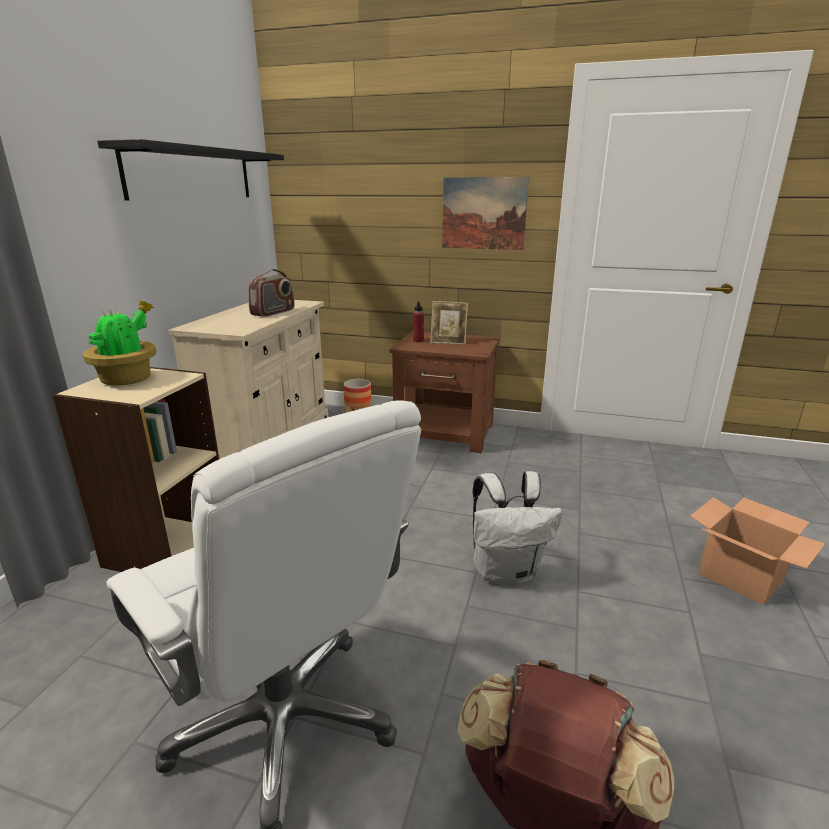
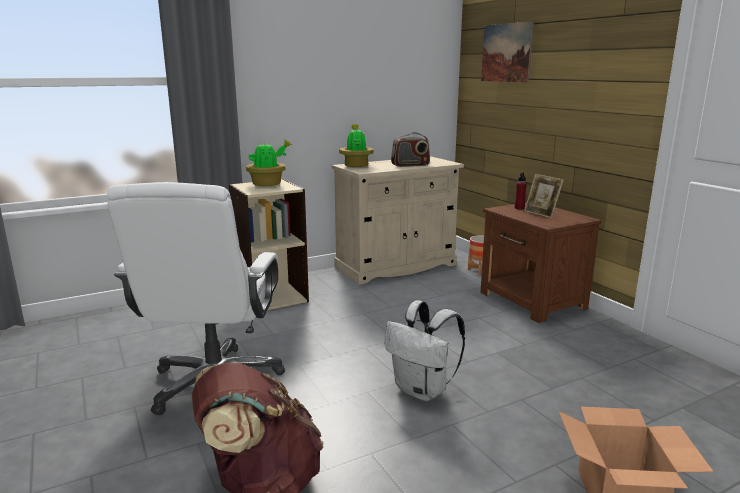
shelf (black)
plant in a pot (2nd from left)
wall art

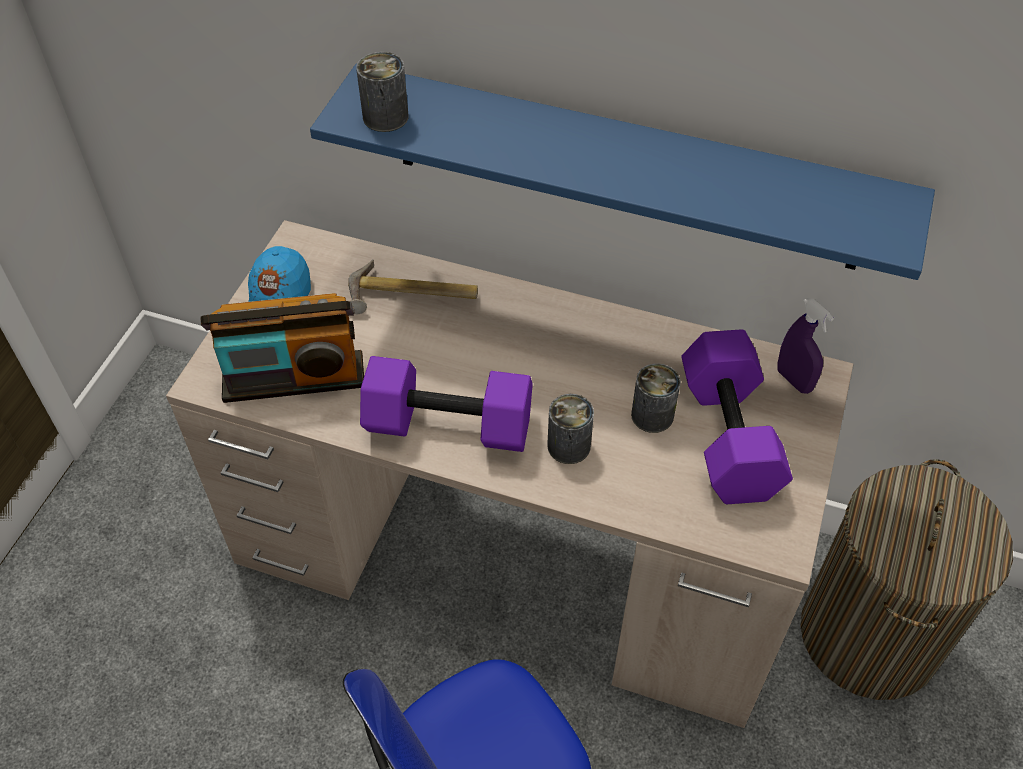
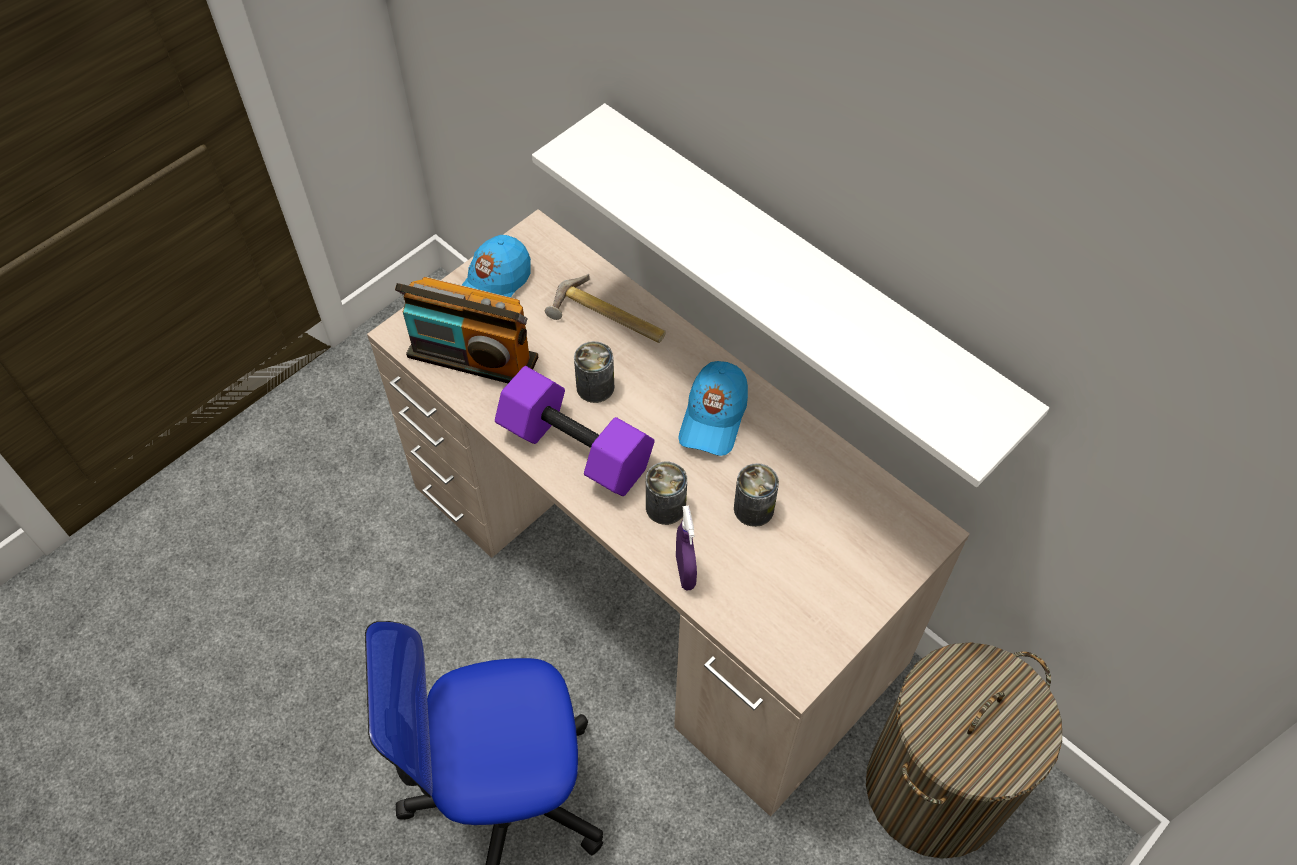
hand weight (purple-coloured) (2nd from left in the first image)
cap (blue-coloured) (2nd from left)
metal can (1st from left)
sprayer (purple-coloured)
shelf (white)

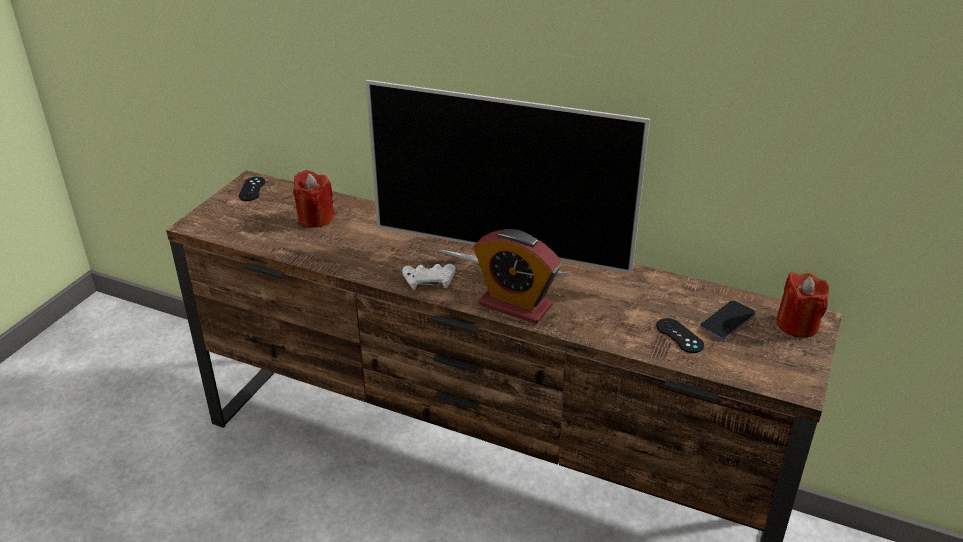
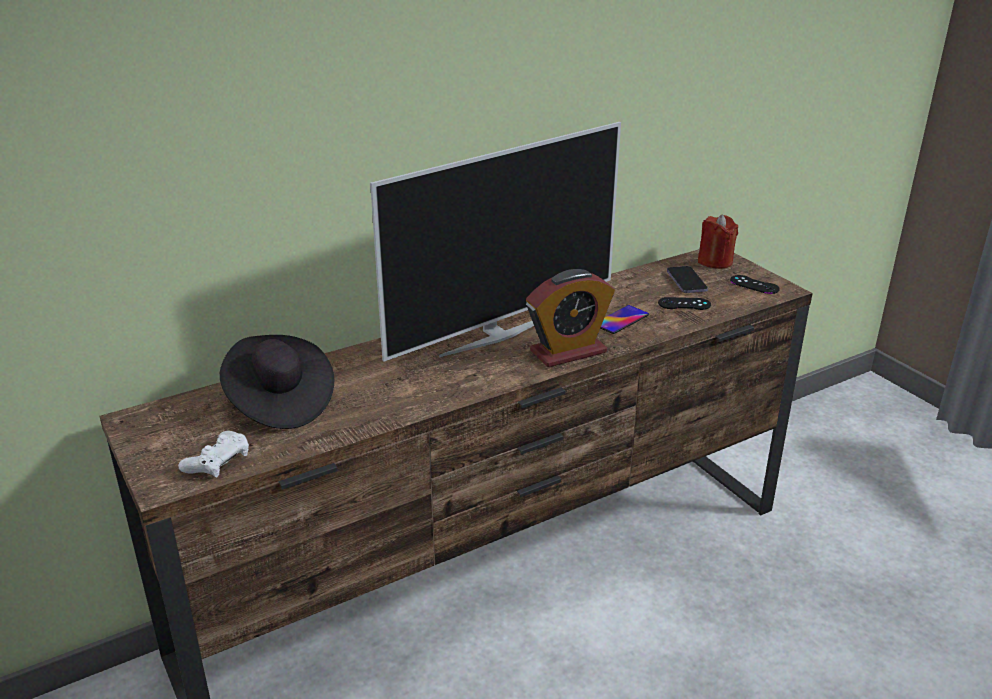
phone (1st from left)
joypad (black) (2nd from left)
joypad (white)
hat (black)

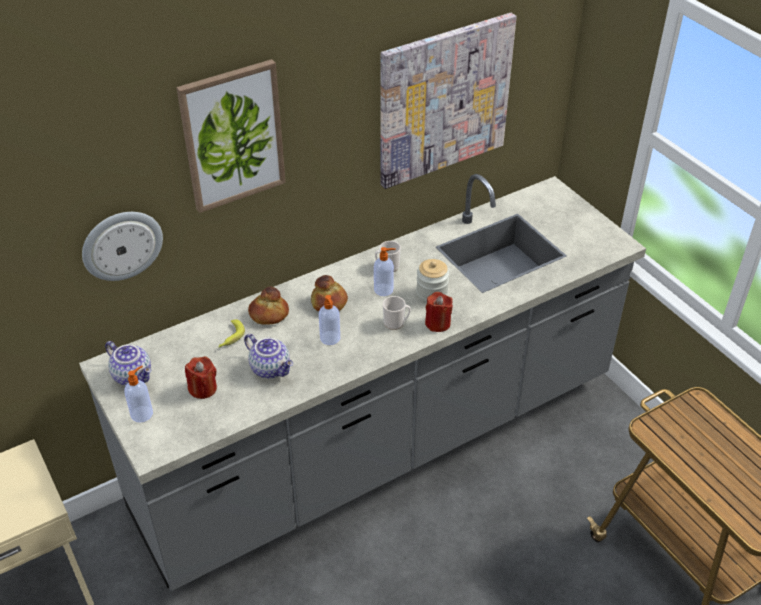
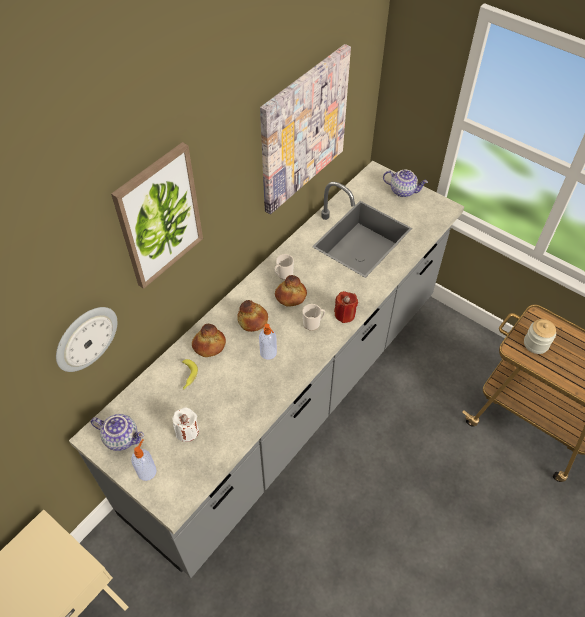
teapot (2nd from left)
storage jar
baked bread (3rd from left)
wax light (white)

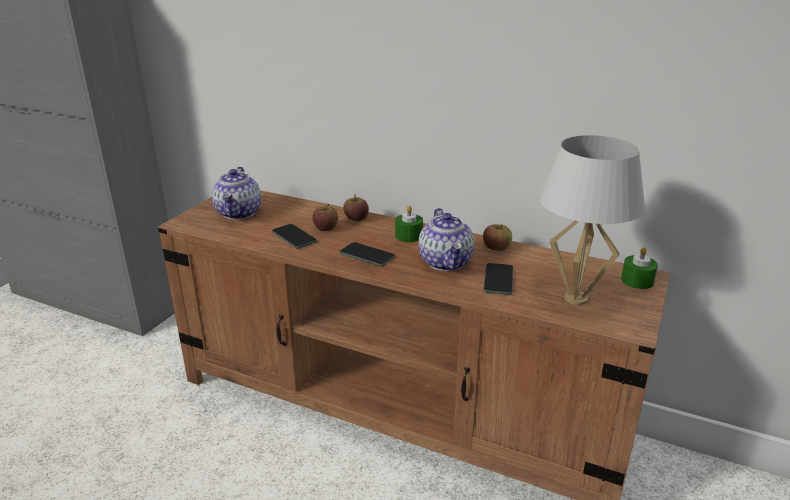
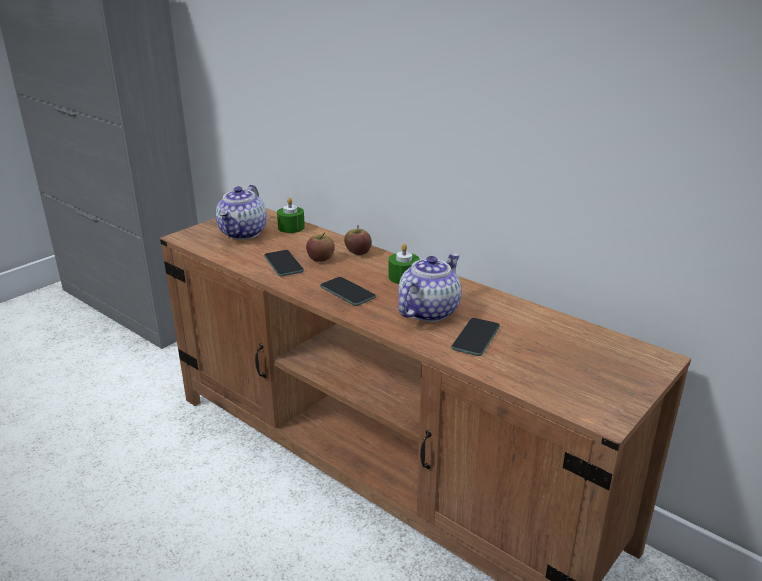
whole apple (3rd from left in the first image)
tabletop lamp (white)
wax light (green) (1st from left)
teapot (2nd from left)

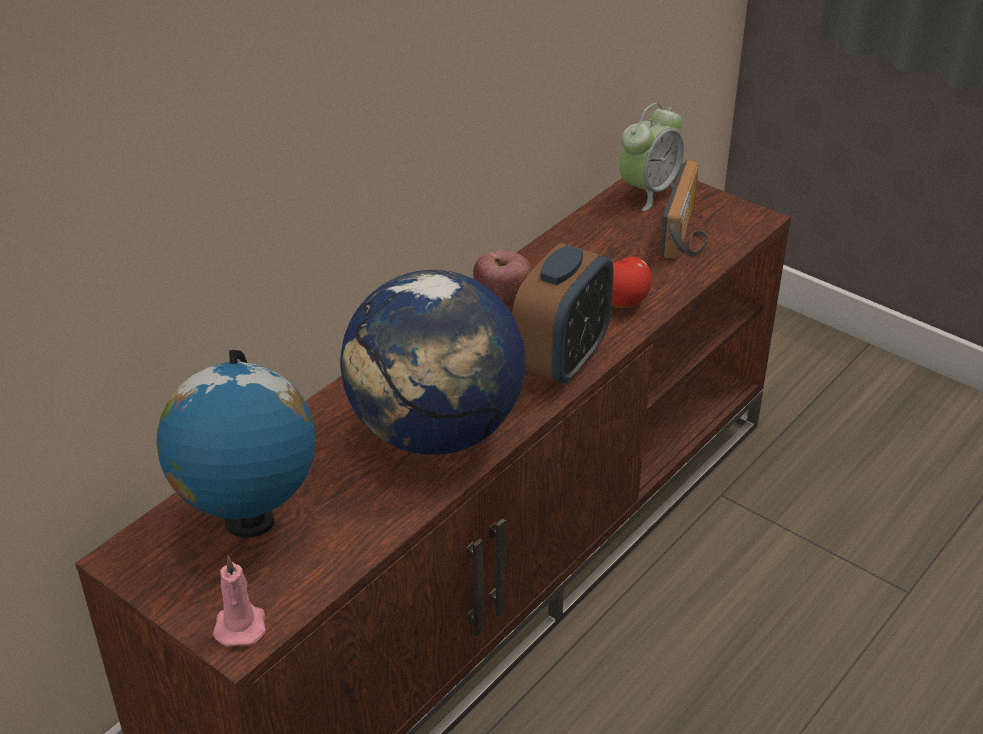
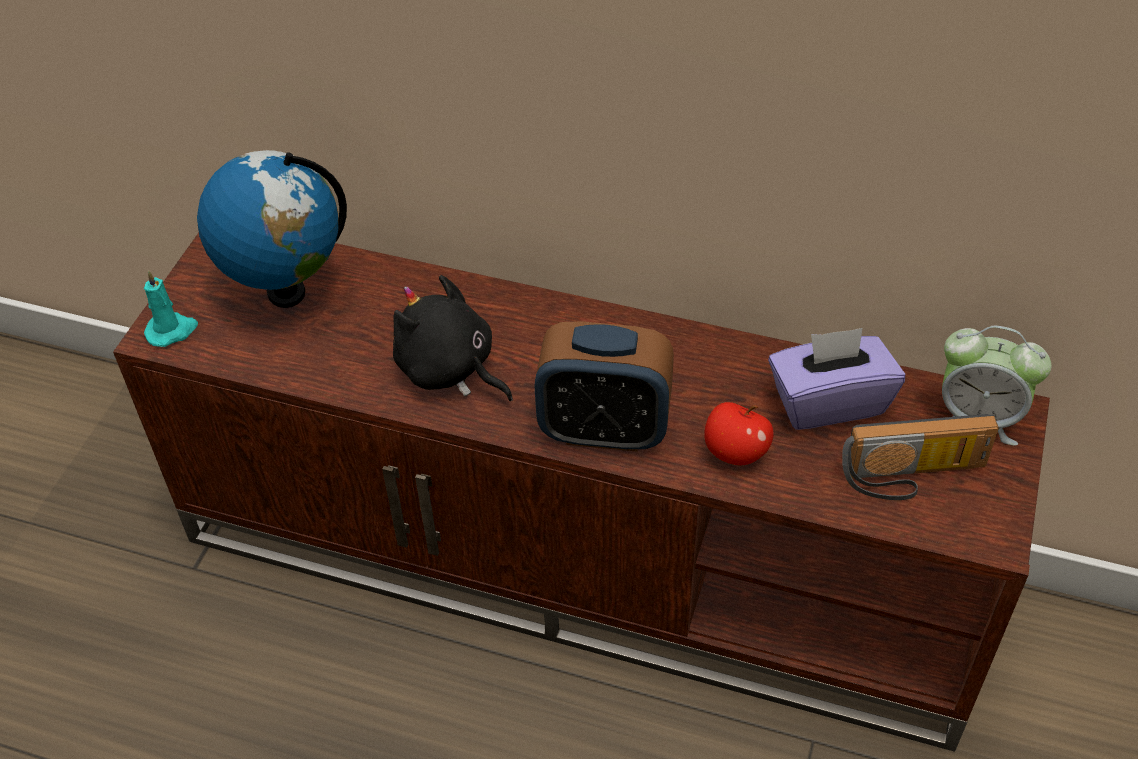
whole apple (1st from left in the first image)
tissue holder (purple-coloured)
soft toy (black)
wax light (blue-green)

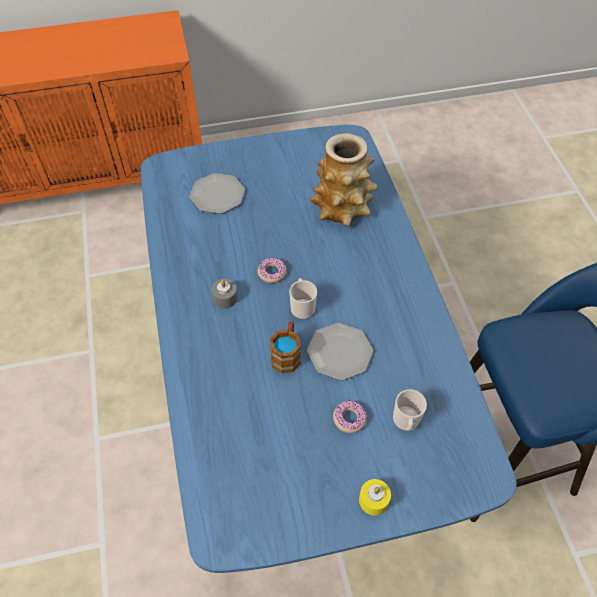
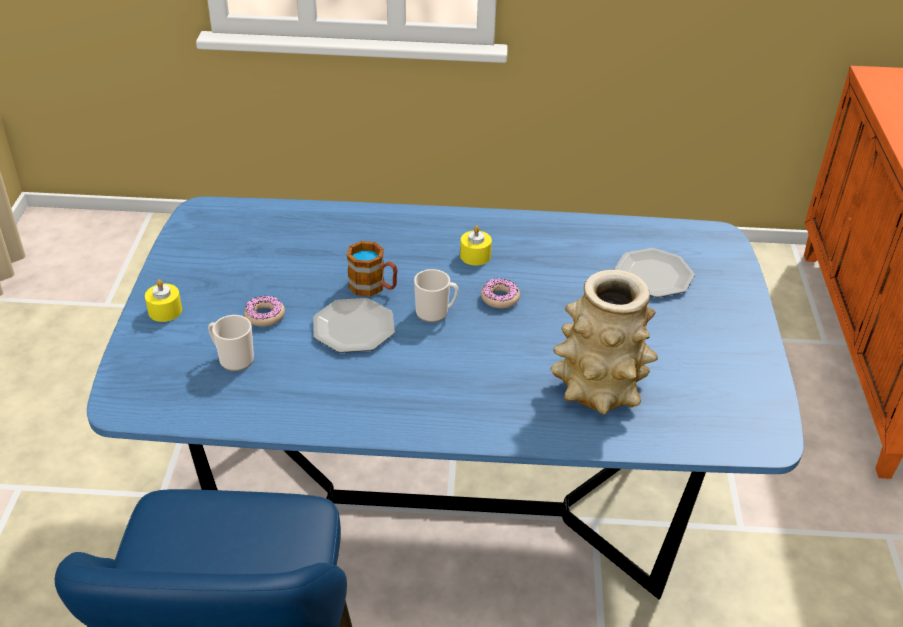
wax light (yellow-coloured) (2nd from left)

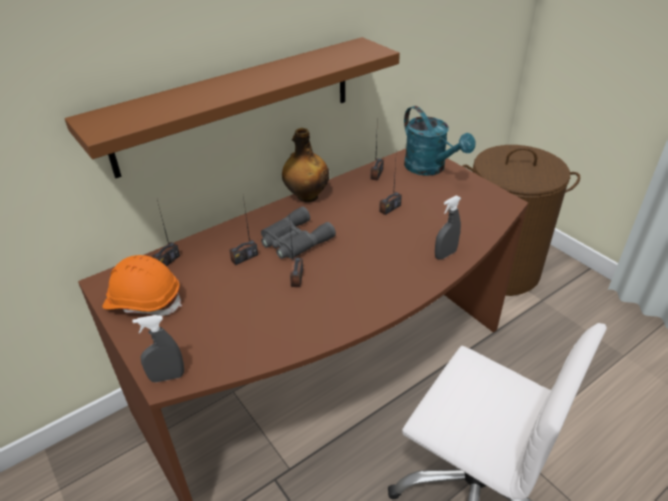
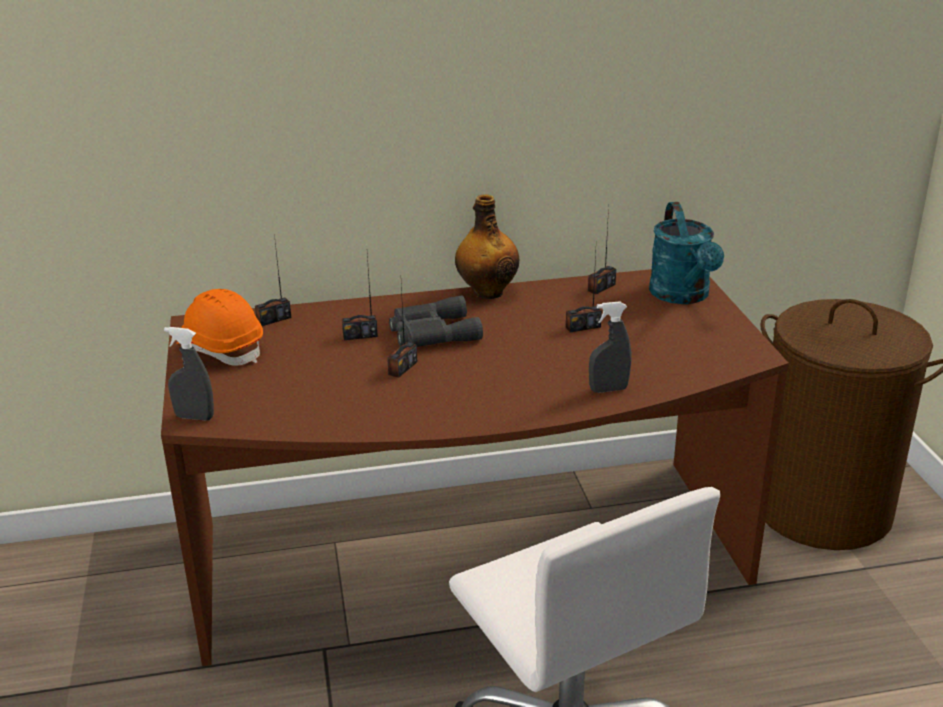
shelf (brown-coloured)

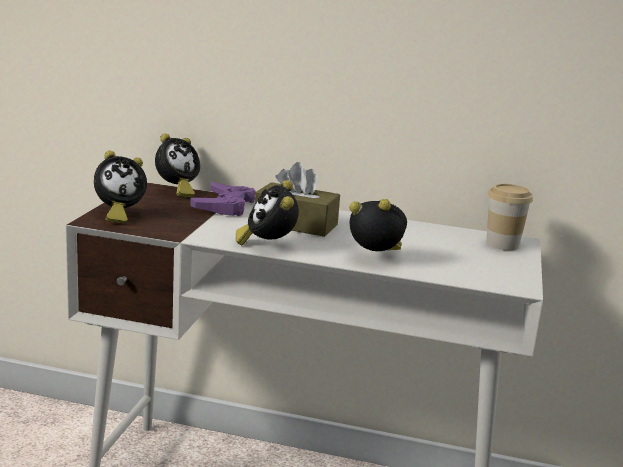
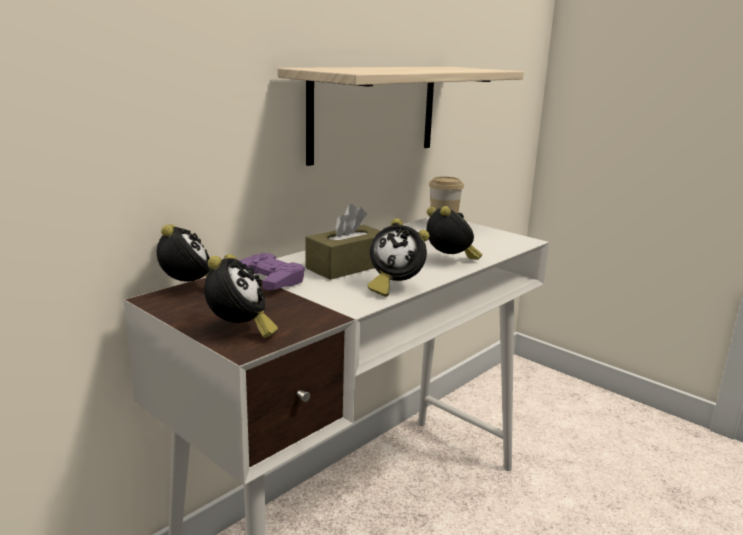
shelf
table clock (4th from left)

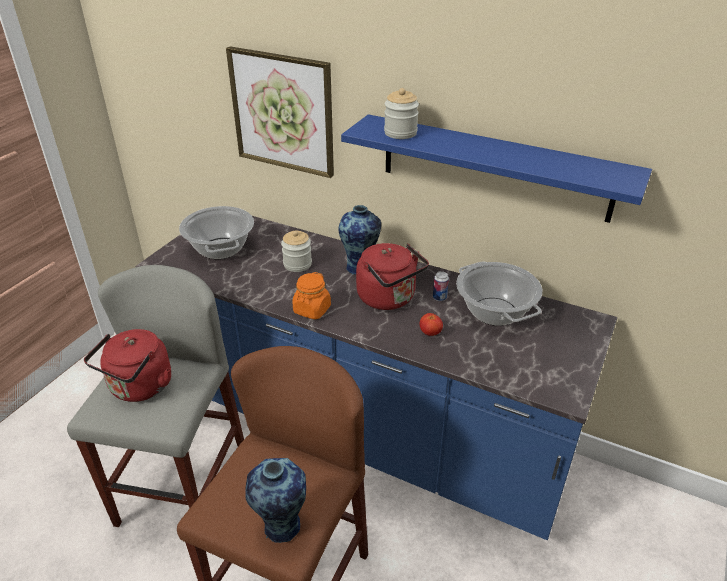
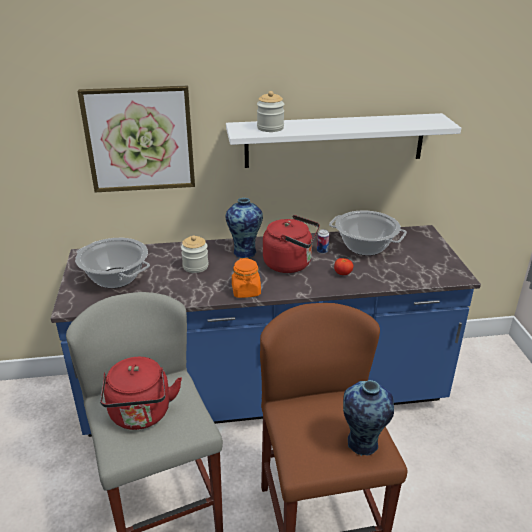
shelf (white)

